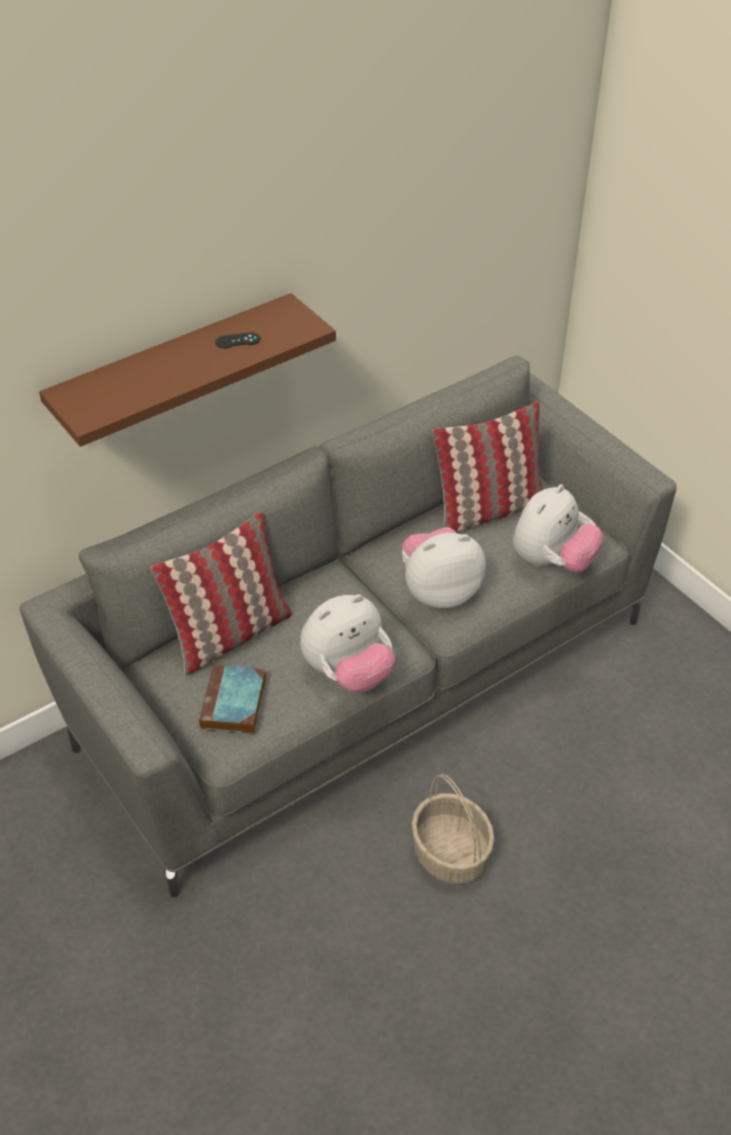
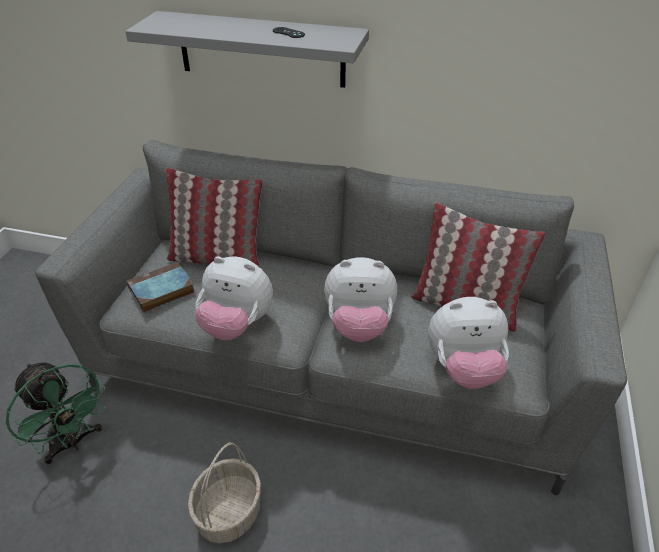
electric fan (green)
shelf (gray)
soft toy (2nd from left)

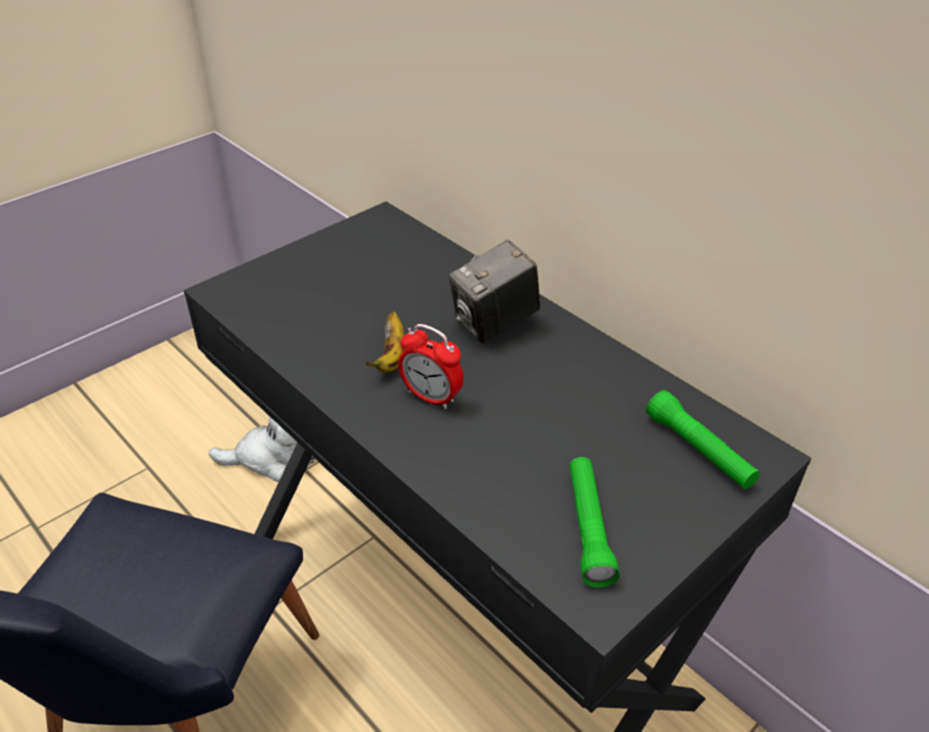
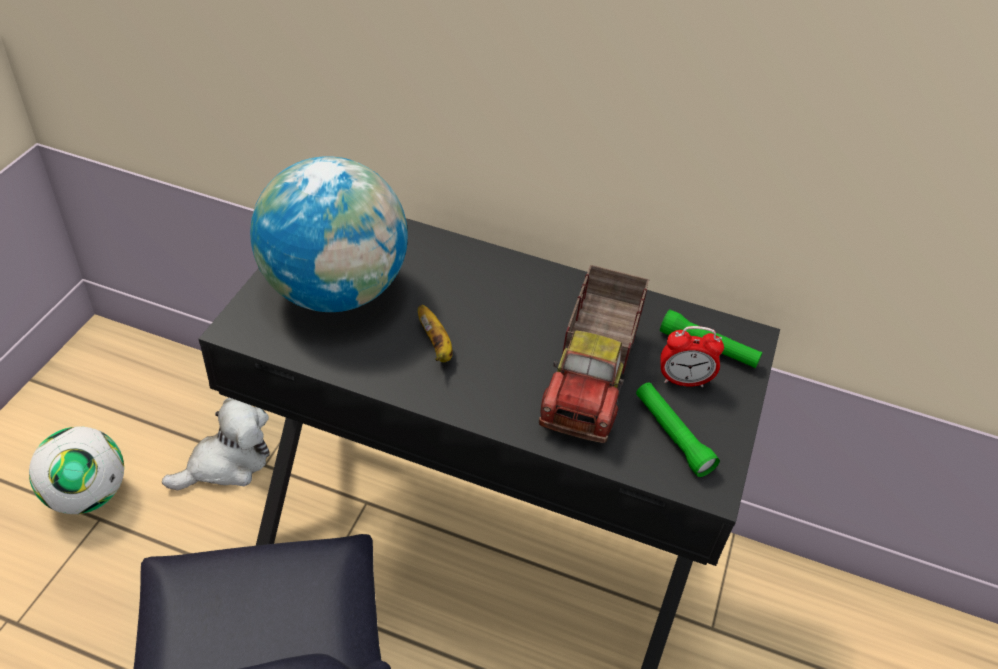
photo camera
ball for football
world globe
toy truck
table clock

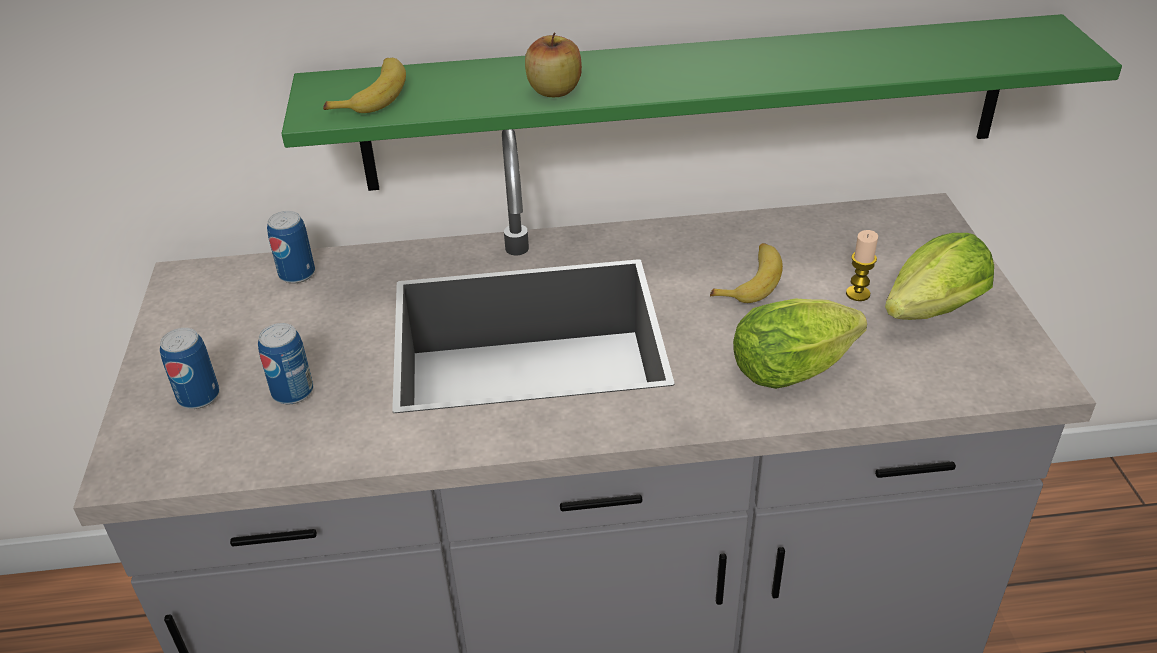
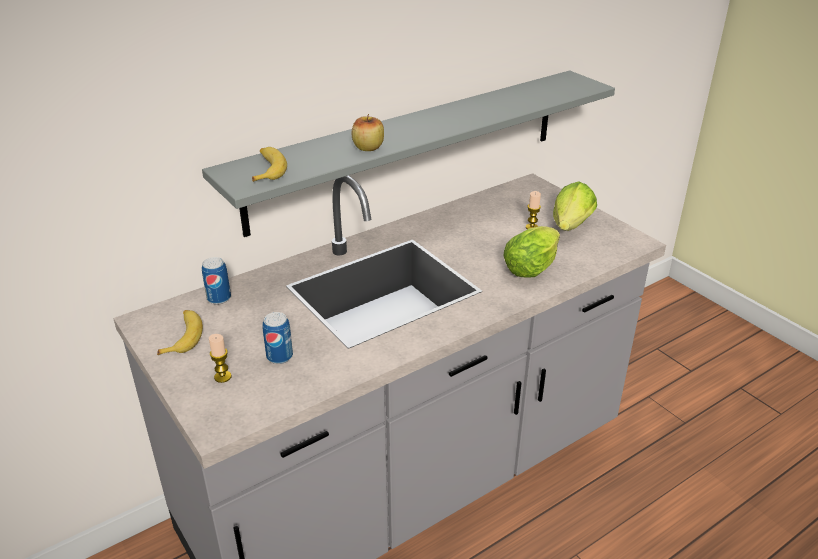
banana (1st from left)
wax light (1st from left)
shelf (gray)

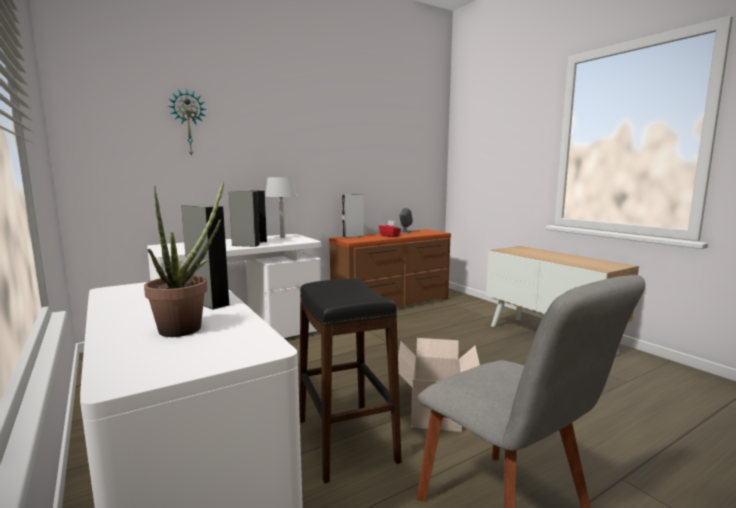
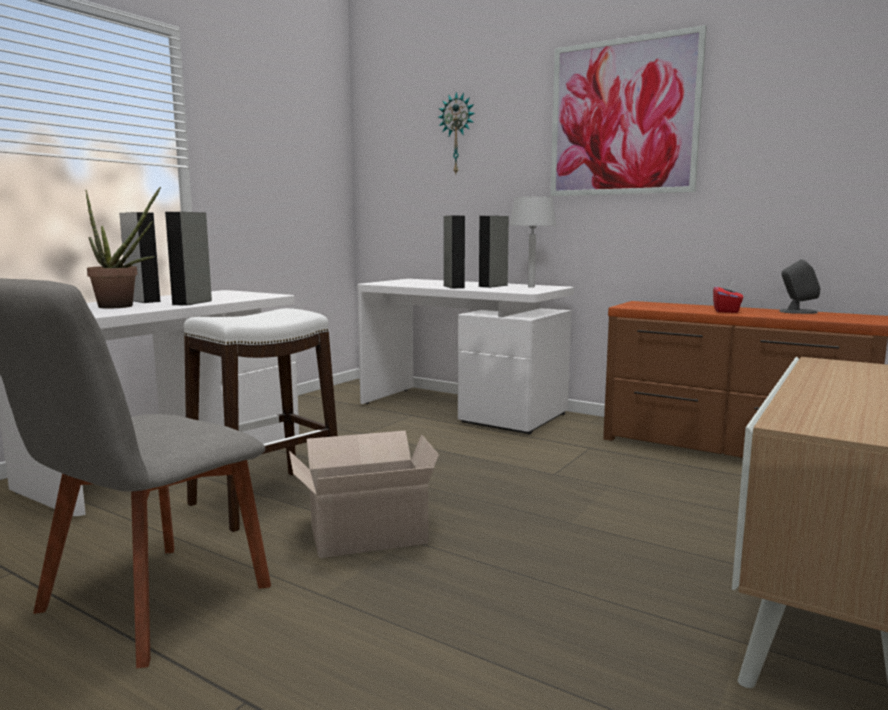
wall art
loudspeaker (gray) (1st from left)
sitting stool (white)

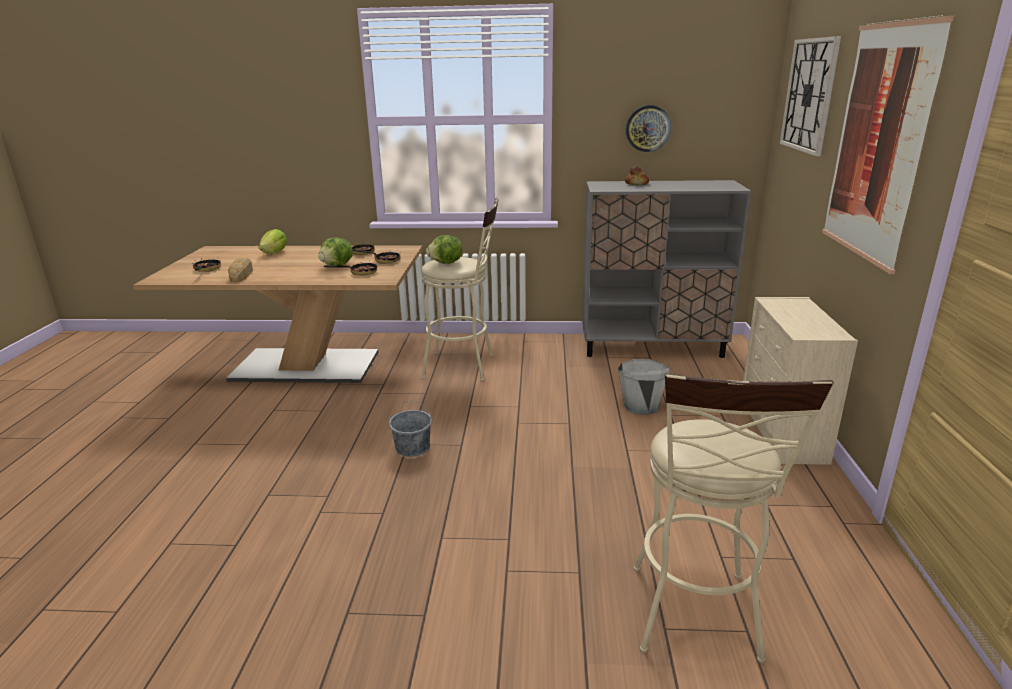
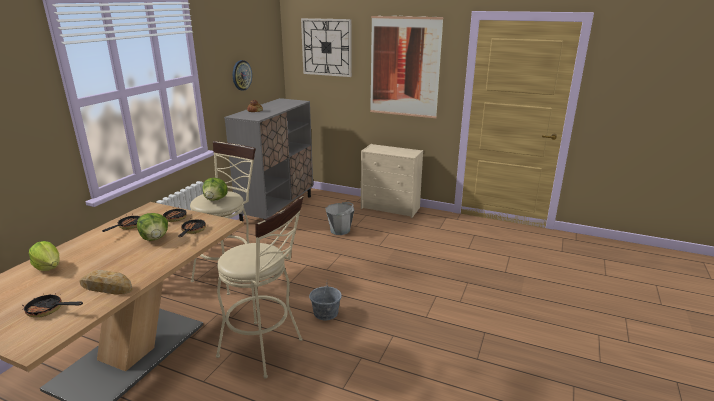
sitting stool (sand-coloured) (2nd from left)

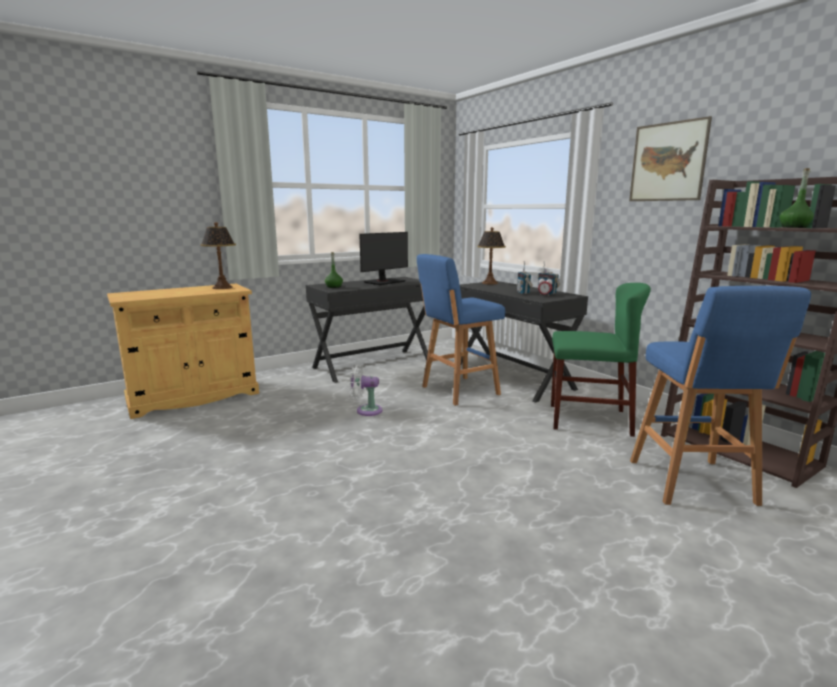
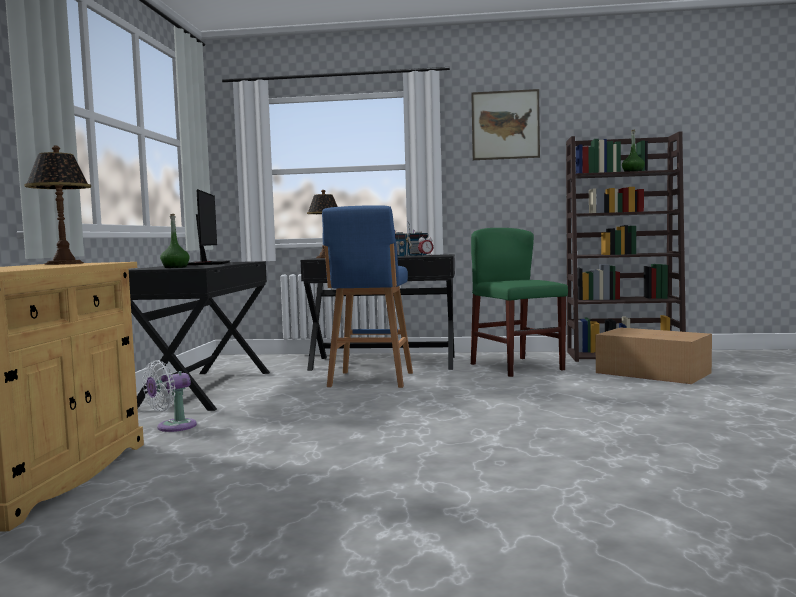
electric fan (white)
packing box
upright chair (green)

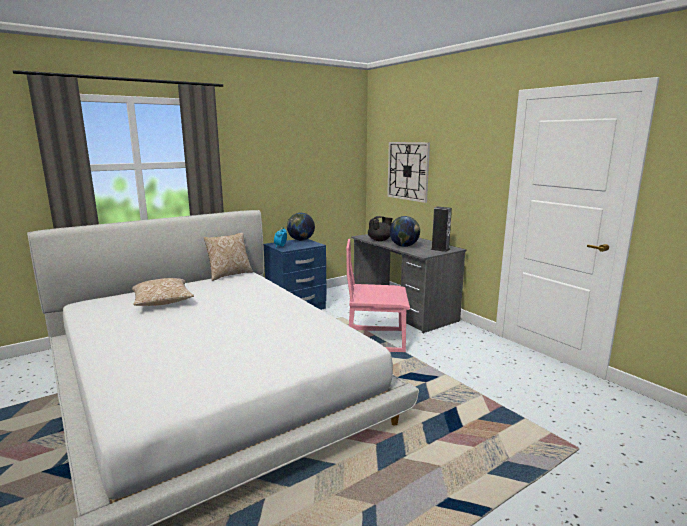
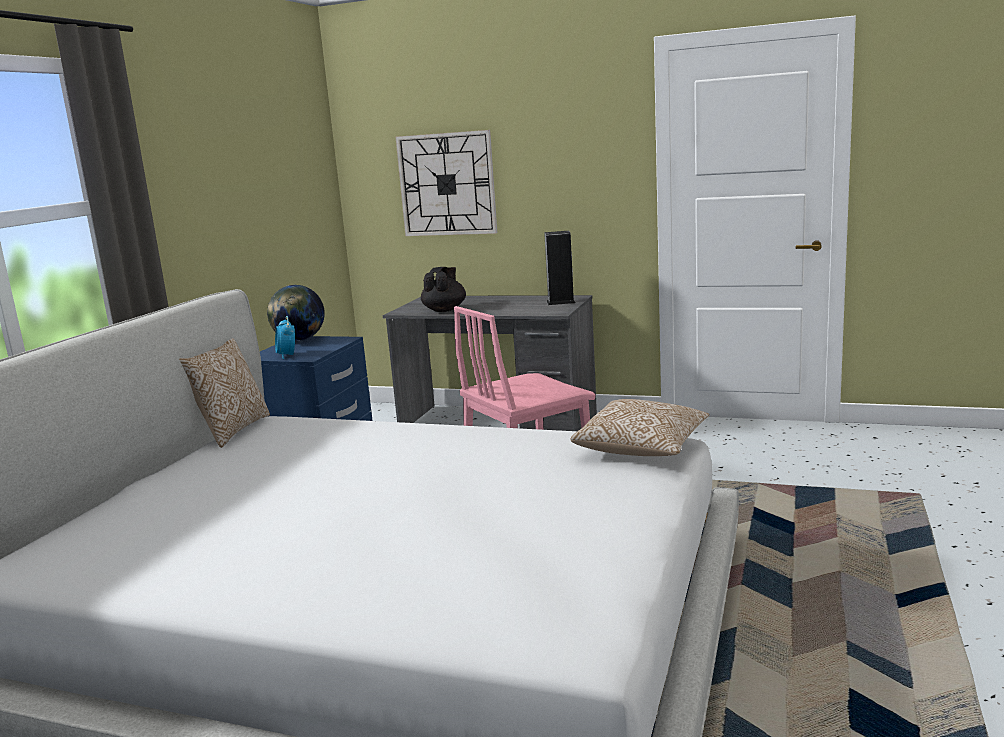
world globe (2nd from left in the first image)
pillow (2nd from left)

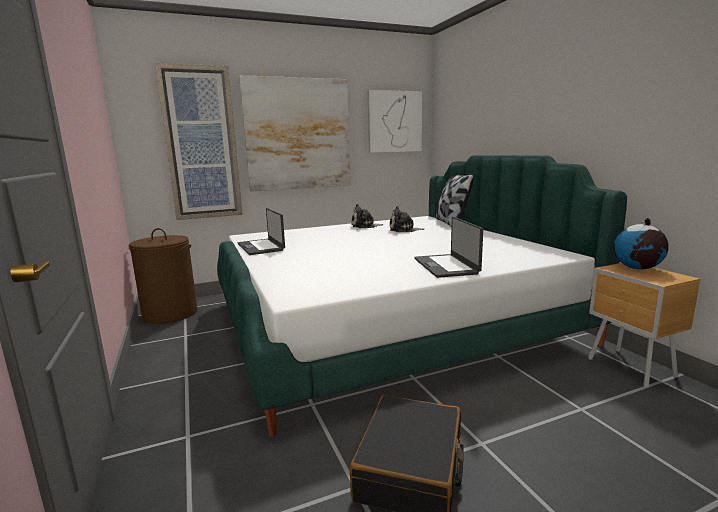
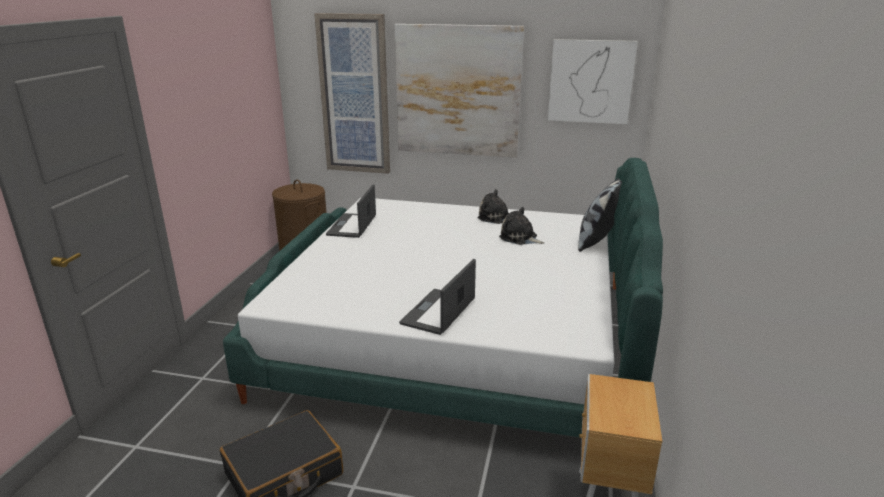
world globe

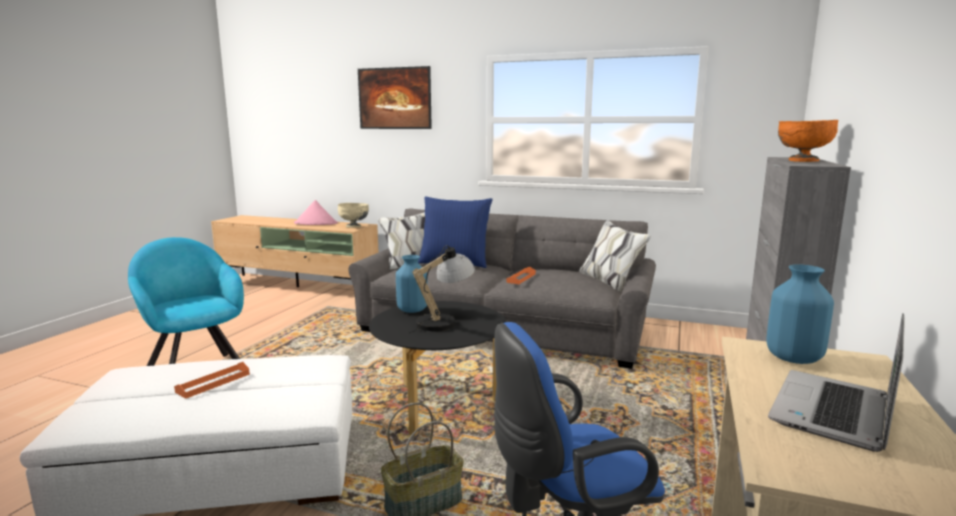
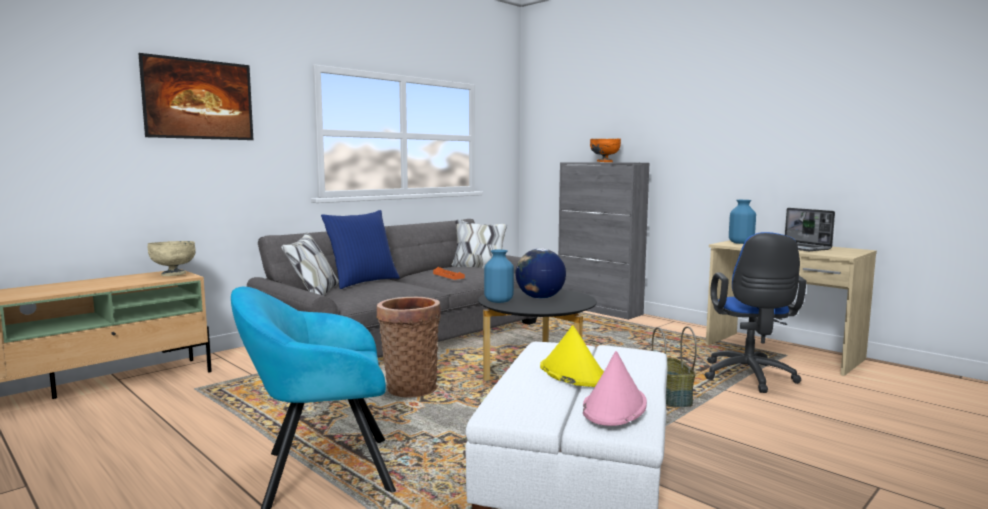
basket (1st from left)
hat (pink)
hat (yellow-coloured)
world globe

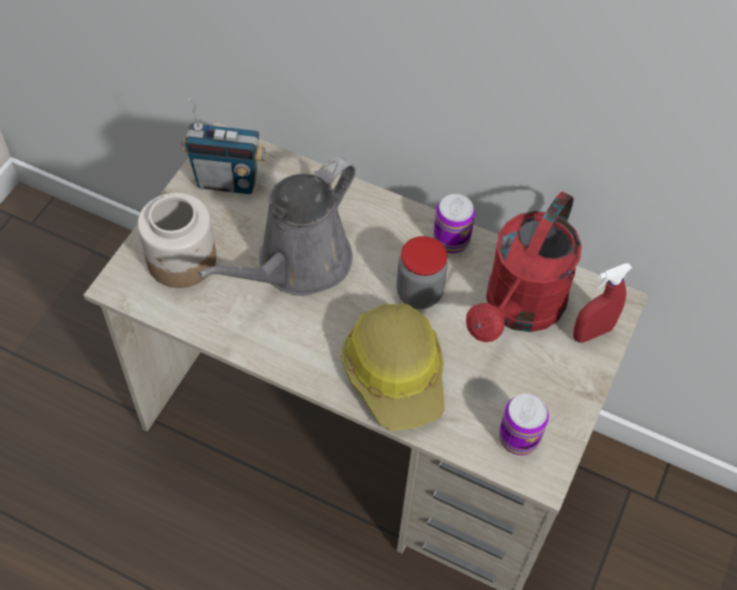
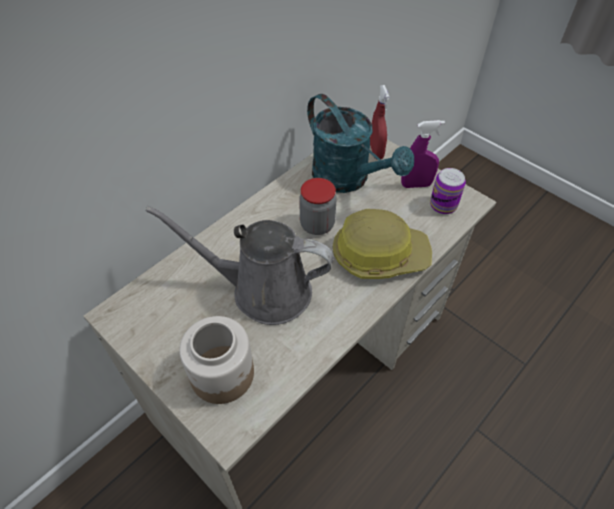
radio set
metal can (1st from left in the first image)
sprayer (purple-coloured)
watering can (blue-green)
watering can (gray)

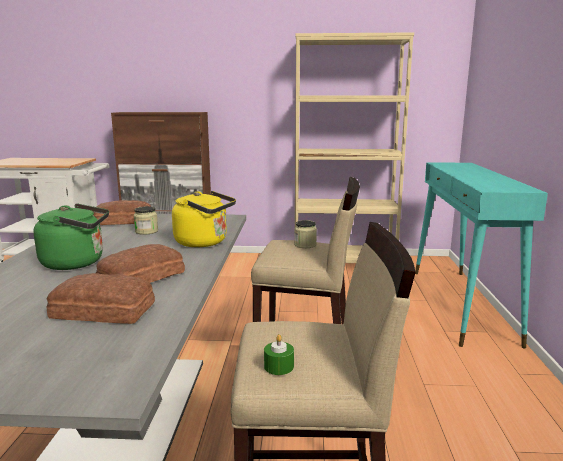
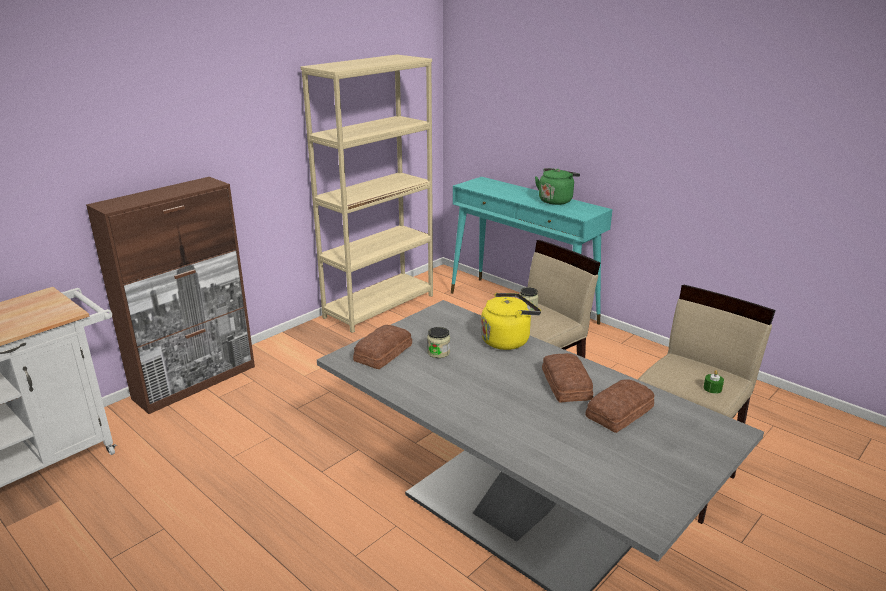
water kettle (green)

